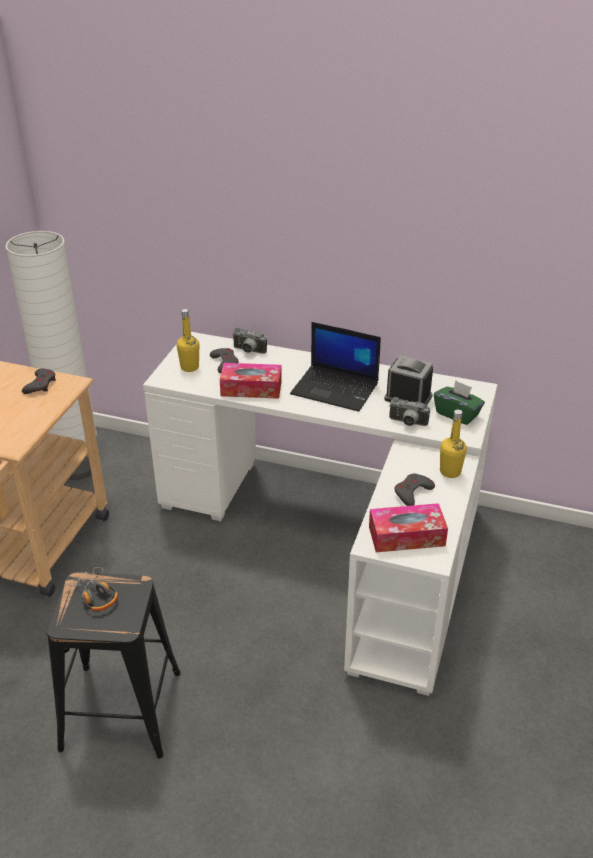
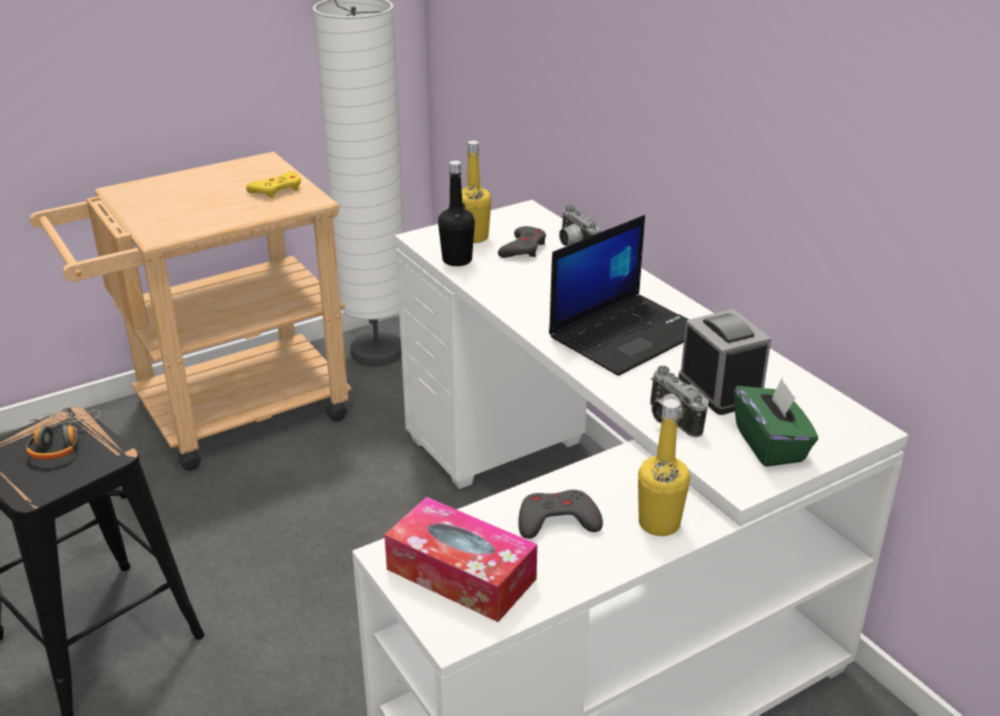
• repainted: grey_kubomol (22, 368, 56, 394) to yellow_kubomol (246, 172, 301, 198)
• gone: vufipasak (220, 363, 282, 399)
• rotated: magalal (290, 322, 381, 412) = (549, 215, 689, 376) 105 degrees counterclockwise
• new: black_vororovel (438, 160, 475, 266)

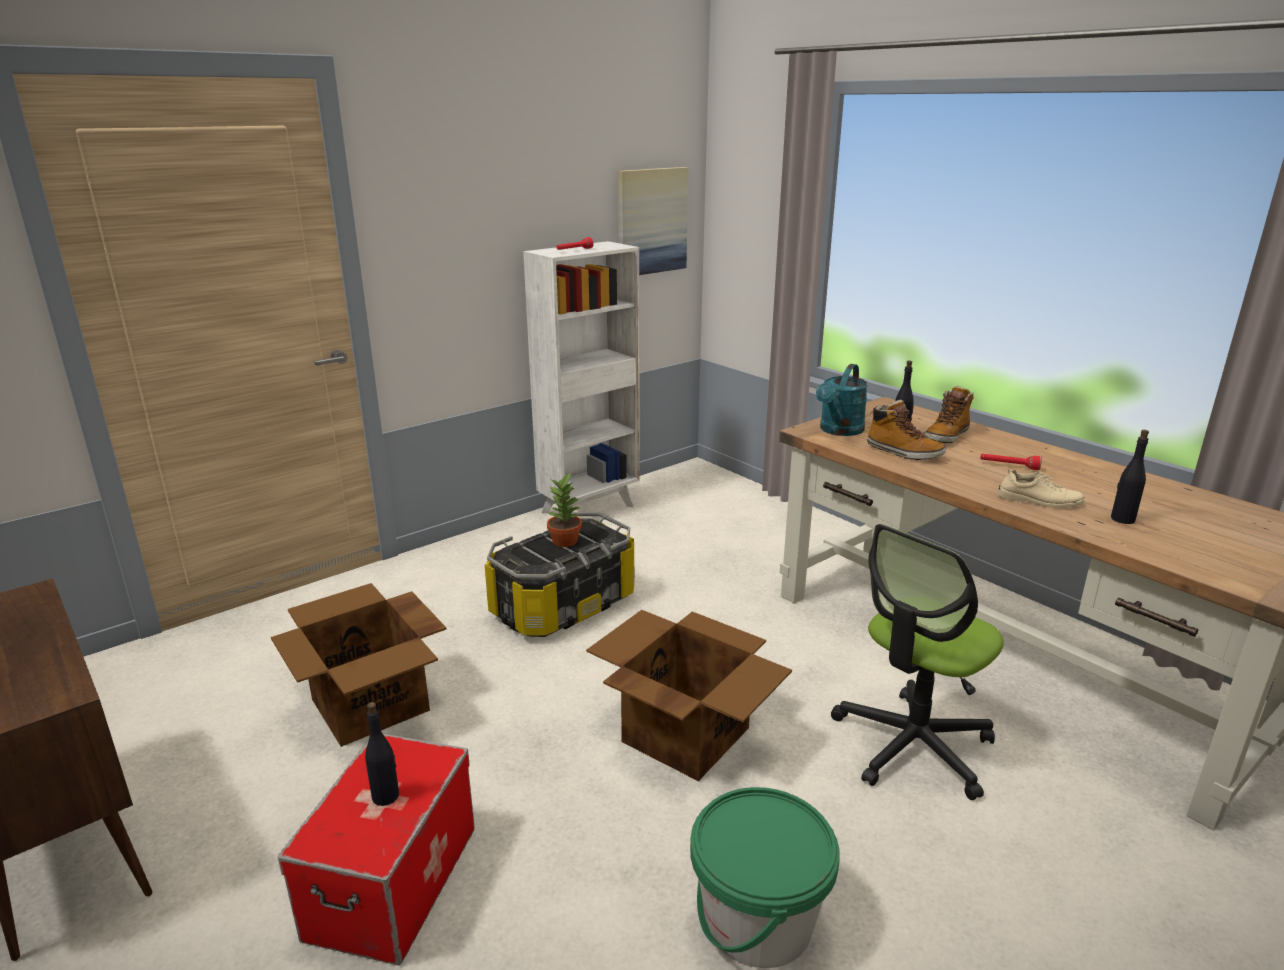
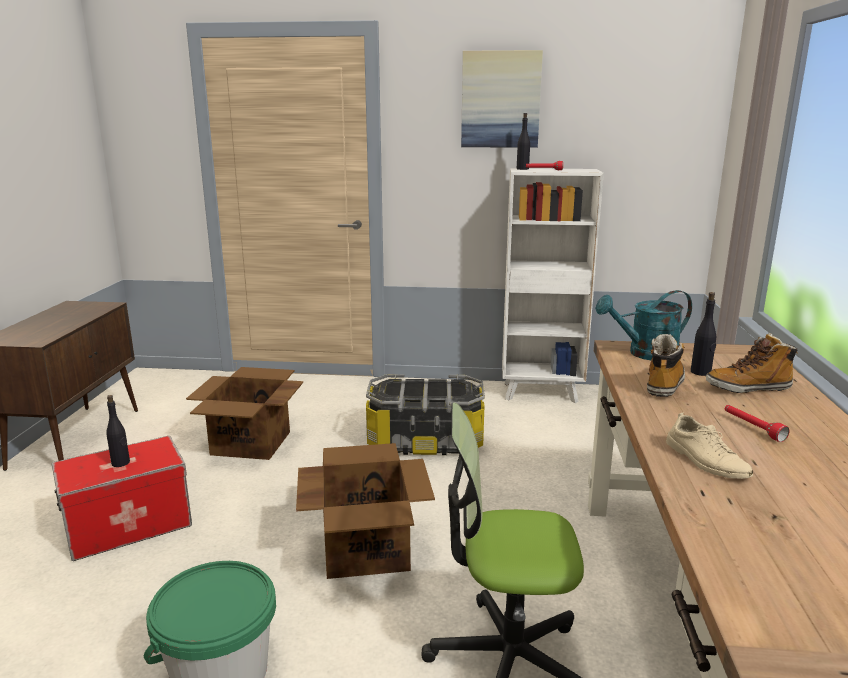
• gone: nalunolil (546, 472, 582, 547)
• shifted: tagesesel (618, 167, 689, 275) to (461, 50, 543, 148)
• rotated: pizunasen (867, 400, 946, 460) = (647, 334, 685, 397) 150 degrees counterclockwise
• shifted: black_vororovel (1111, 430, 1149, 524) to (517, 113, 530, 170)

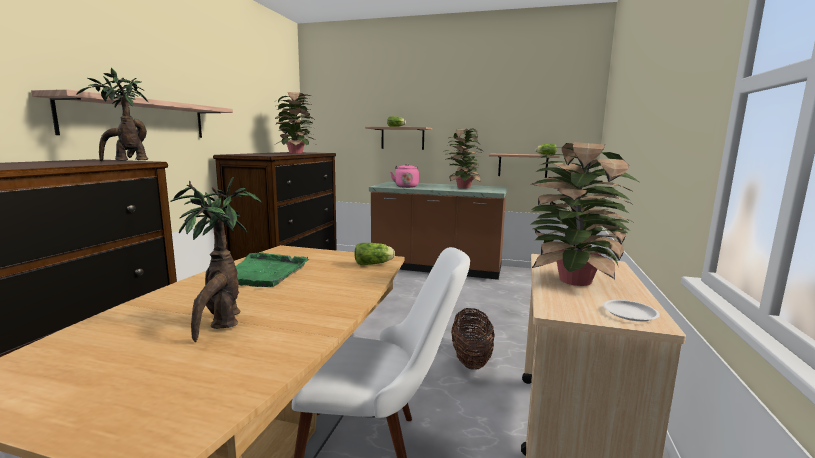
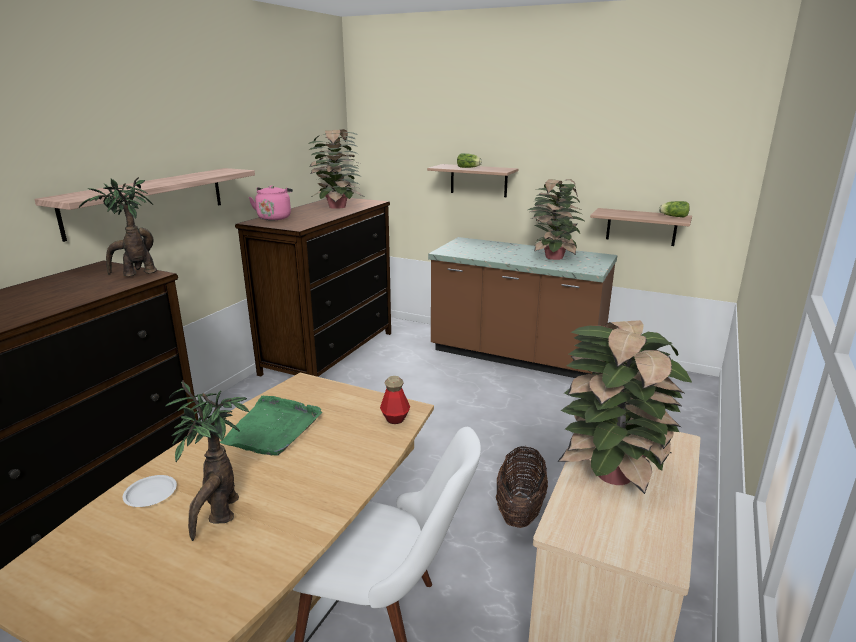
• swapped: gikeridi (354, 243, 395, 265) to vororovel (380, 376, 410, 424)
• shifted: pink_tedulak (390, 164, 419, 188) to (249, 185, 293, 220)
• shifted: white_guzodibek (603, 300, 660, 321) to (123, 475, 177, 507)

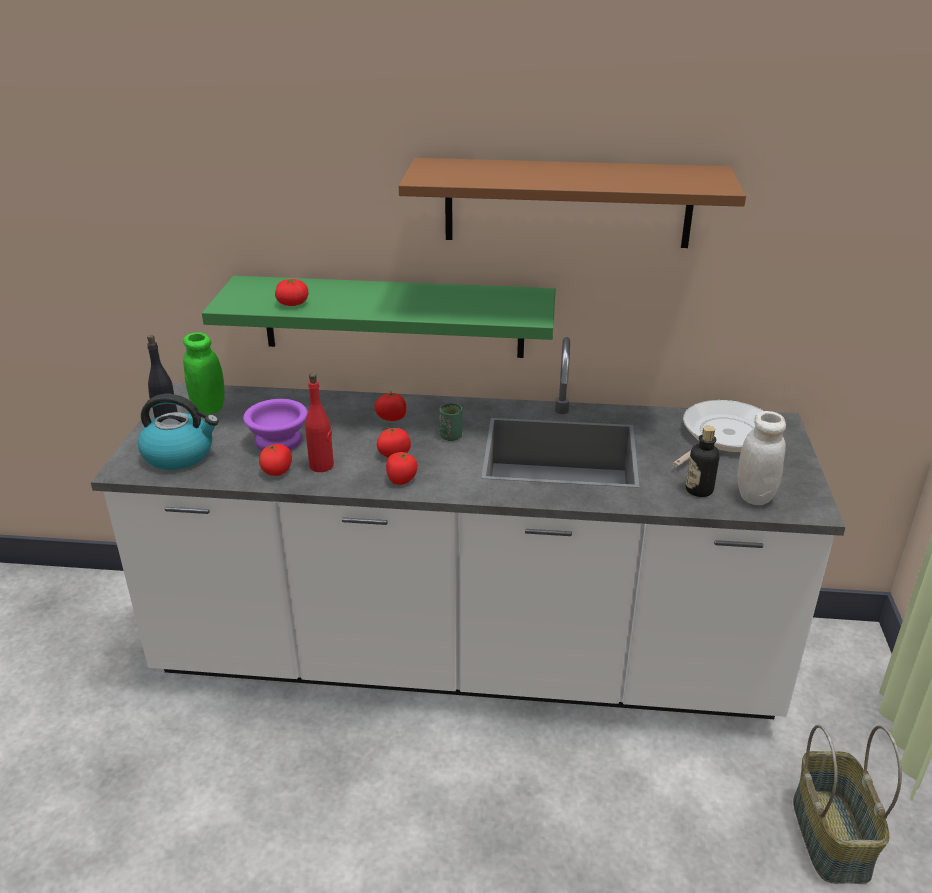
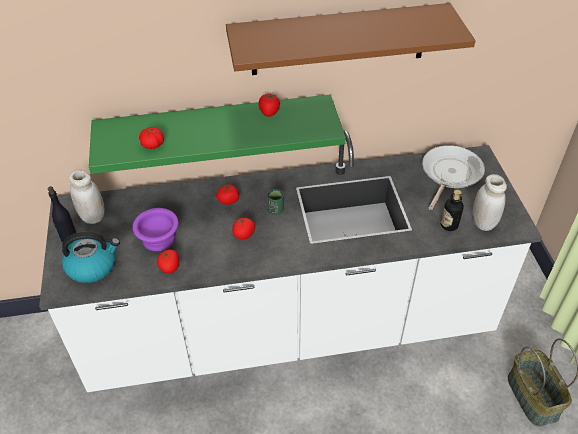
• repainted: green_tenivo (183, 332, 225, 414) to white_tenivo (68, 169, 105, 224)
• gone: red_vororovel (305, 373, 334, 472)
• shifted: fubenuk (386, 451, 418, 485) to (259, 94, 280, 117)

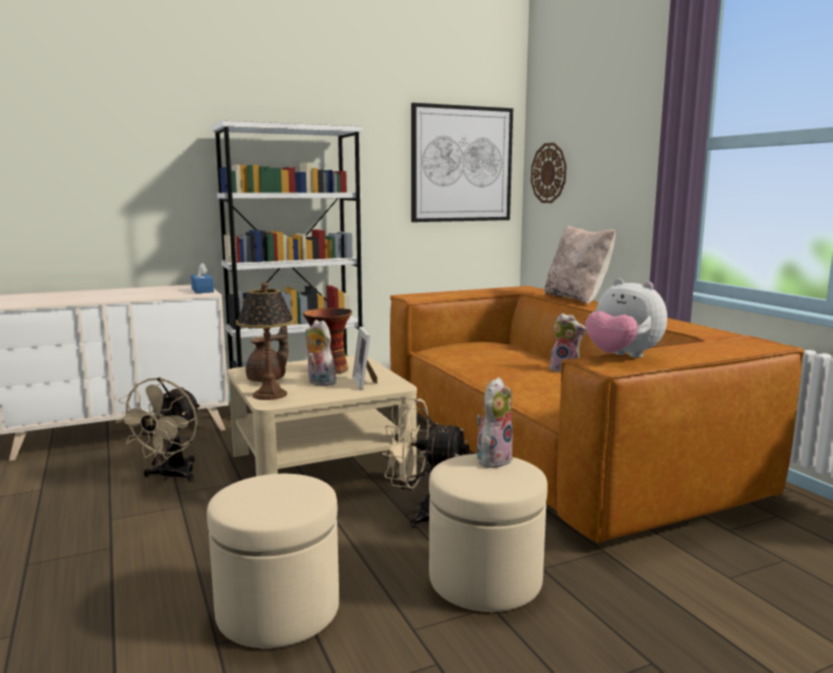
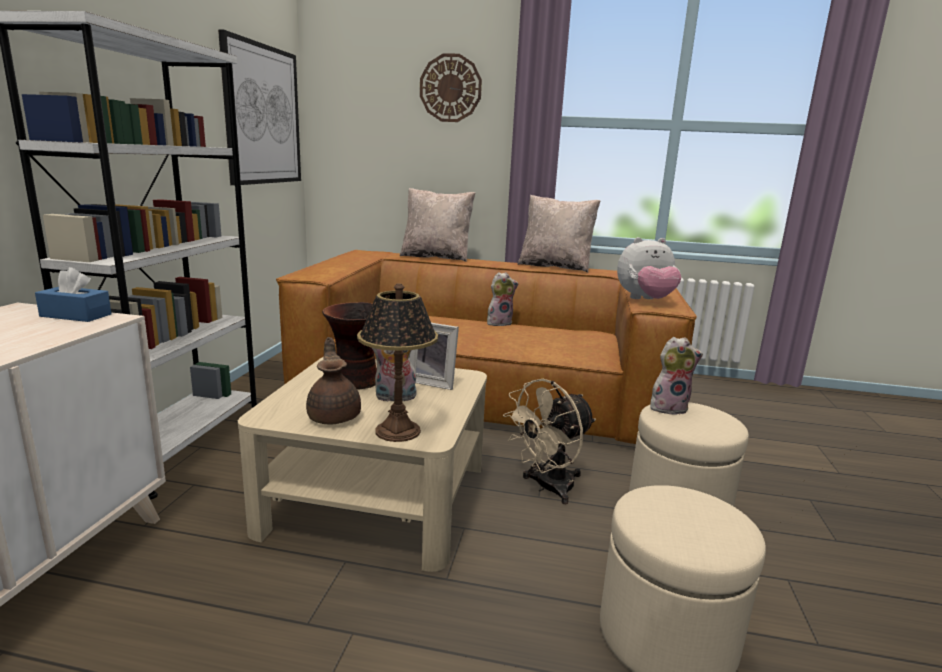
• gone: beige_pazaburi (116, 378, 200, 482)
• rotated: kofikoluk (476, 377, 513, 468) = (650, 337, 703, 415) 105 degrees clockwise
• shifted: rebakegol (531, 142, 567, 203) to (420, 53, 482, 122)
• new: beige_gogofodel (517, 195, 600, 273)

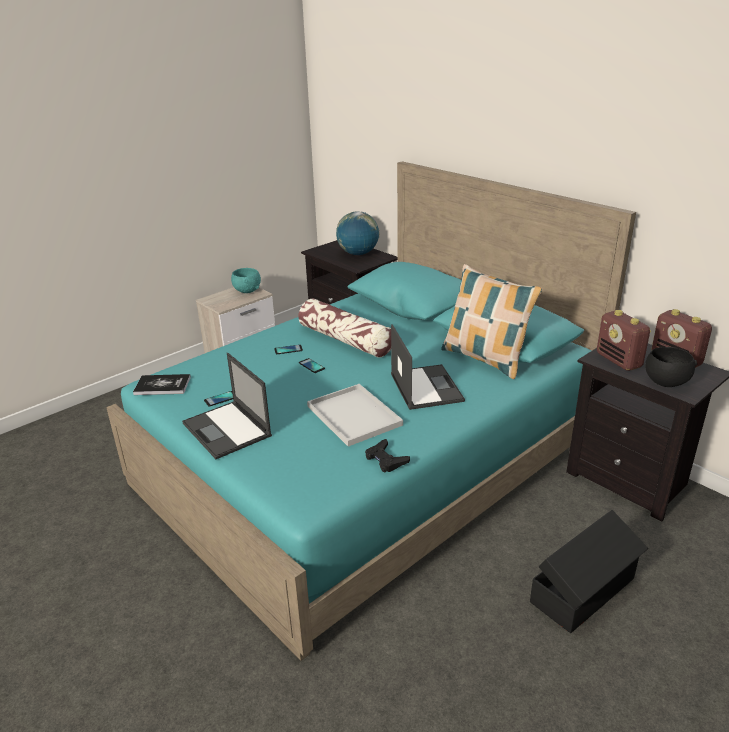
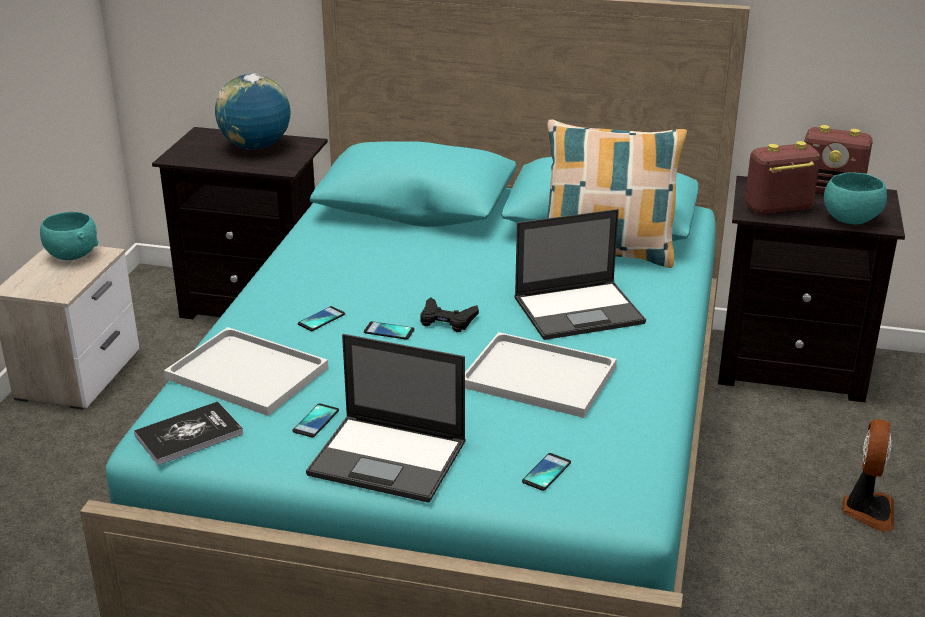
• gone: gogofodel (298, 299, 391, 358)
• shifted: black_kubomol (365, 439, 410, 473) to (420, 297, 479, 332)
• rotated: magalal (391, 324, 465, 410) = (514, 209, 646, 340) 120 degrees clockwise
• swapped: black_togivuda (530, 510, 648, 633) to pazaburi (842, 419, 894, 532)
• rotated: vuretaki (597, 310, 651, 371) = (745, 141, 820, 215) 135 degrees clockwise
• repainted: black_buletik (645, 347, 697, 387) to turquoise_buletik (824, 172, 887, 224)
• new: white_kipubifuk (164, 327, 328, 416)
• new: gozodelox (522, 453, 571, 491)

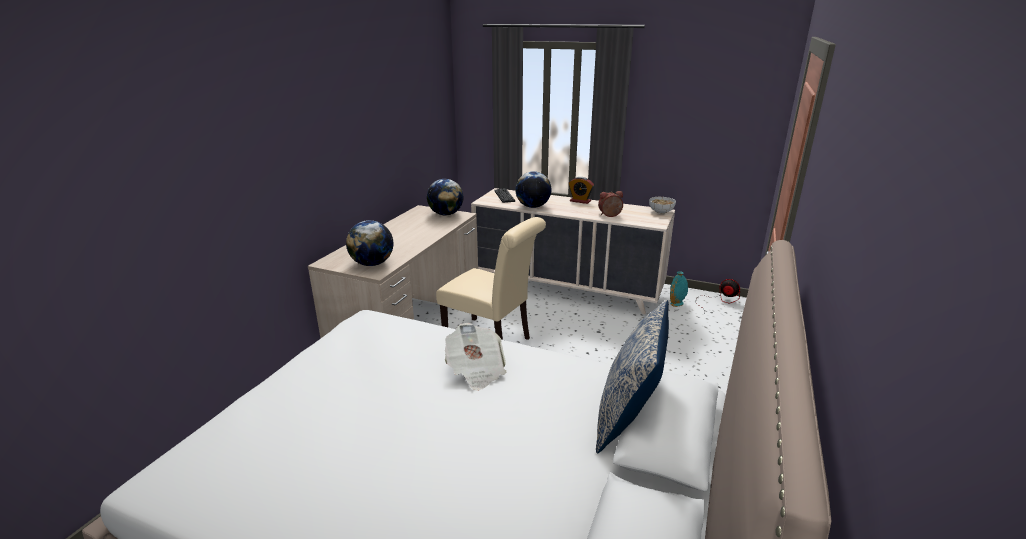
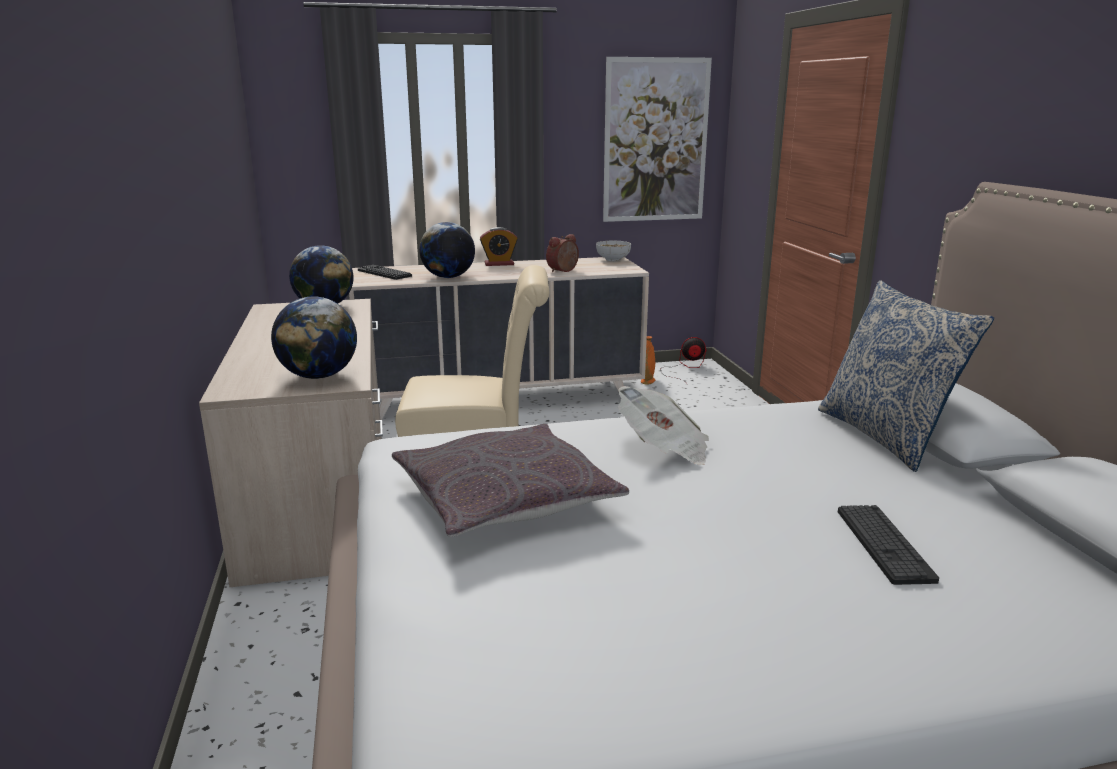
• repainted: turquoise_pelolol (670, 271, 688, 307) to orange_pelolol (641, 336, 655, 385)
• new: grey_gogofodel (392, 424, 629, 537)
• new: tagesesel (603, 57, 712, 222)
• new: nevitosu (838, 505, 939, 585)

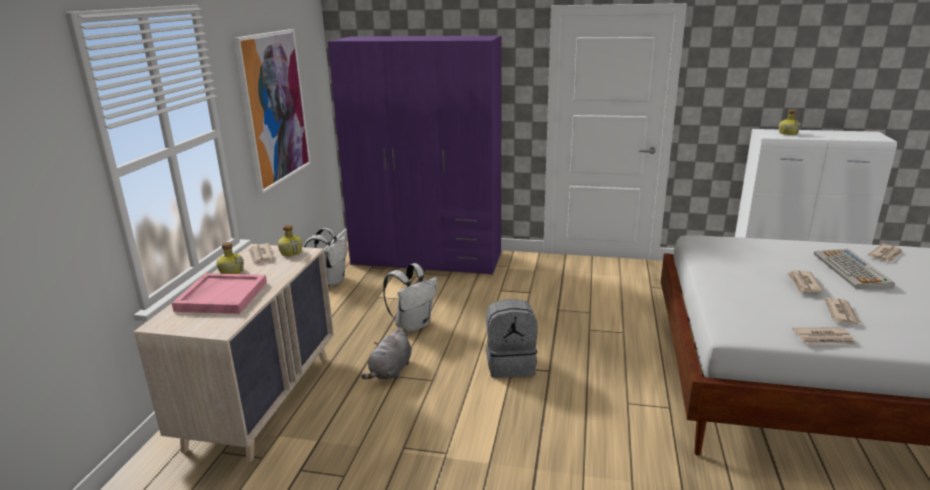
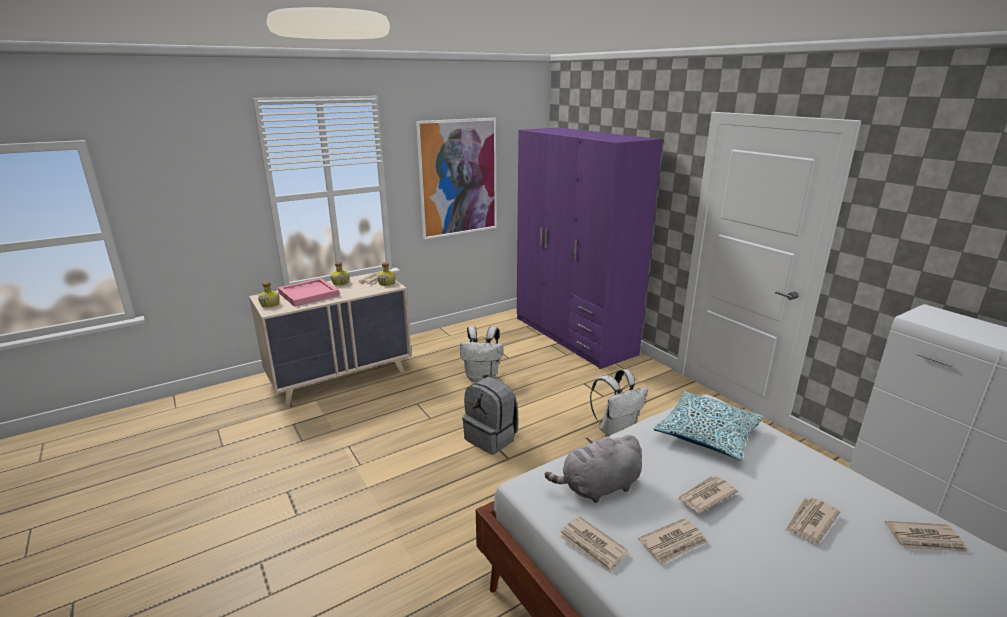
• shifted: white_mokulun (304, 228, 347, 286) to (590, 369, 648, 436)
• shifted: grey_kofikoluk (361, 328, 411, 379) to (545, 435, 642, 503)
• shifted: vororovel (779, 109, 801, 135) to (258, 281, 280, 308)
• swapped: nevitosu (814, 249, 895, 288) to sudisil (785, 498, 841, 543)
• new: gogofodel (654, 391, 763, 461)

